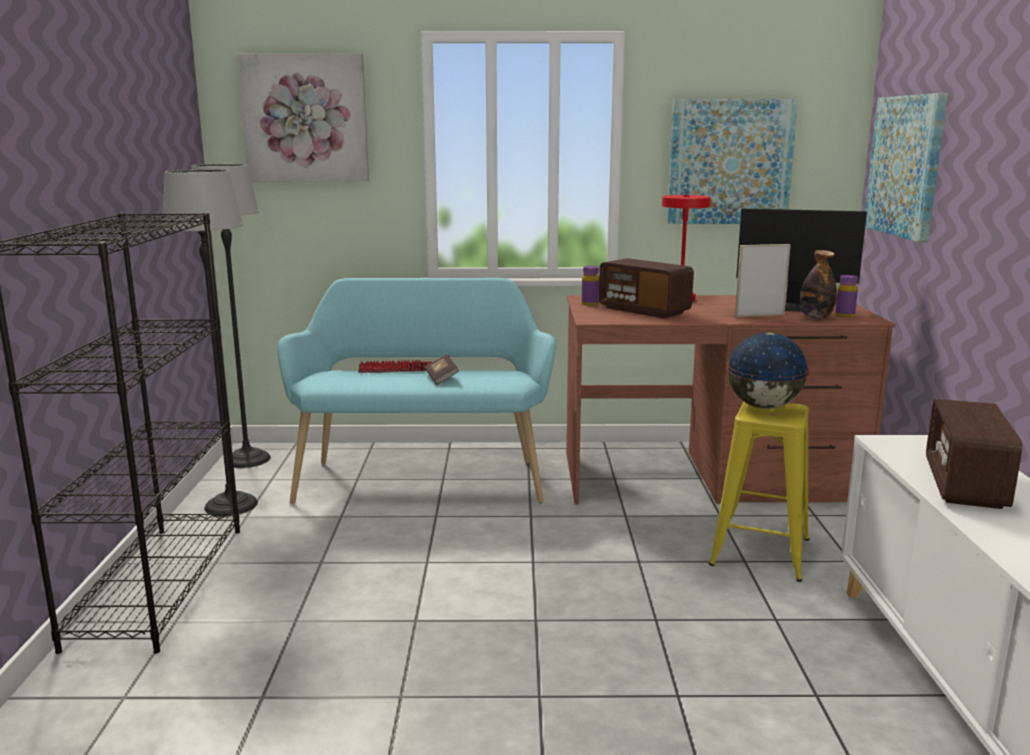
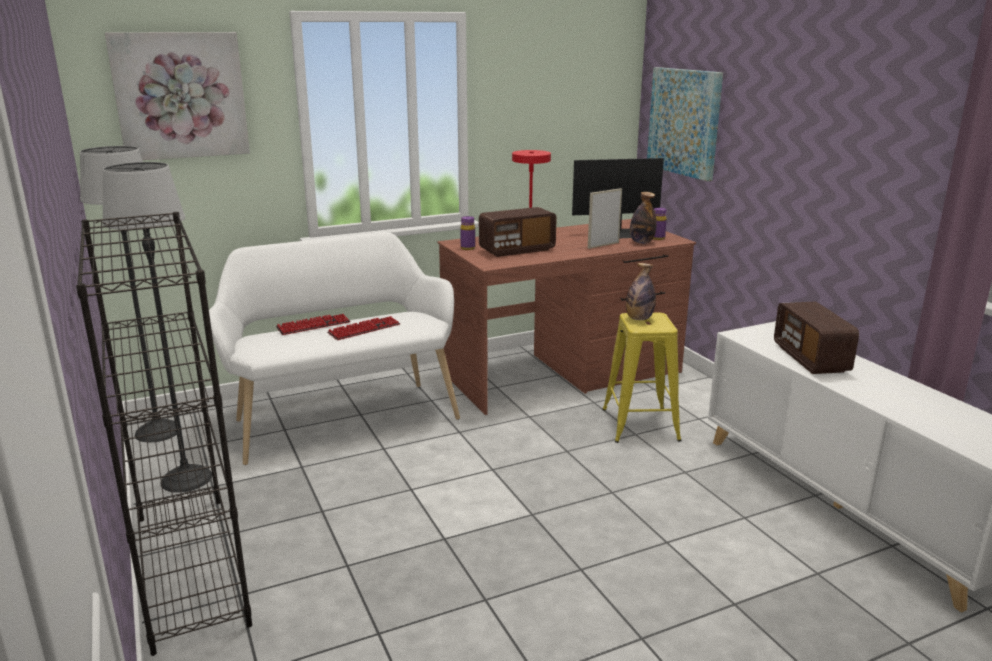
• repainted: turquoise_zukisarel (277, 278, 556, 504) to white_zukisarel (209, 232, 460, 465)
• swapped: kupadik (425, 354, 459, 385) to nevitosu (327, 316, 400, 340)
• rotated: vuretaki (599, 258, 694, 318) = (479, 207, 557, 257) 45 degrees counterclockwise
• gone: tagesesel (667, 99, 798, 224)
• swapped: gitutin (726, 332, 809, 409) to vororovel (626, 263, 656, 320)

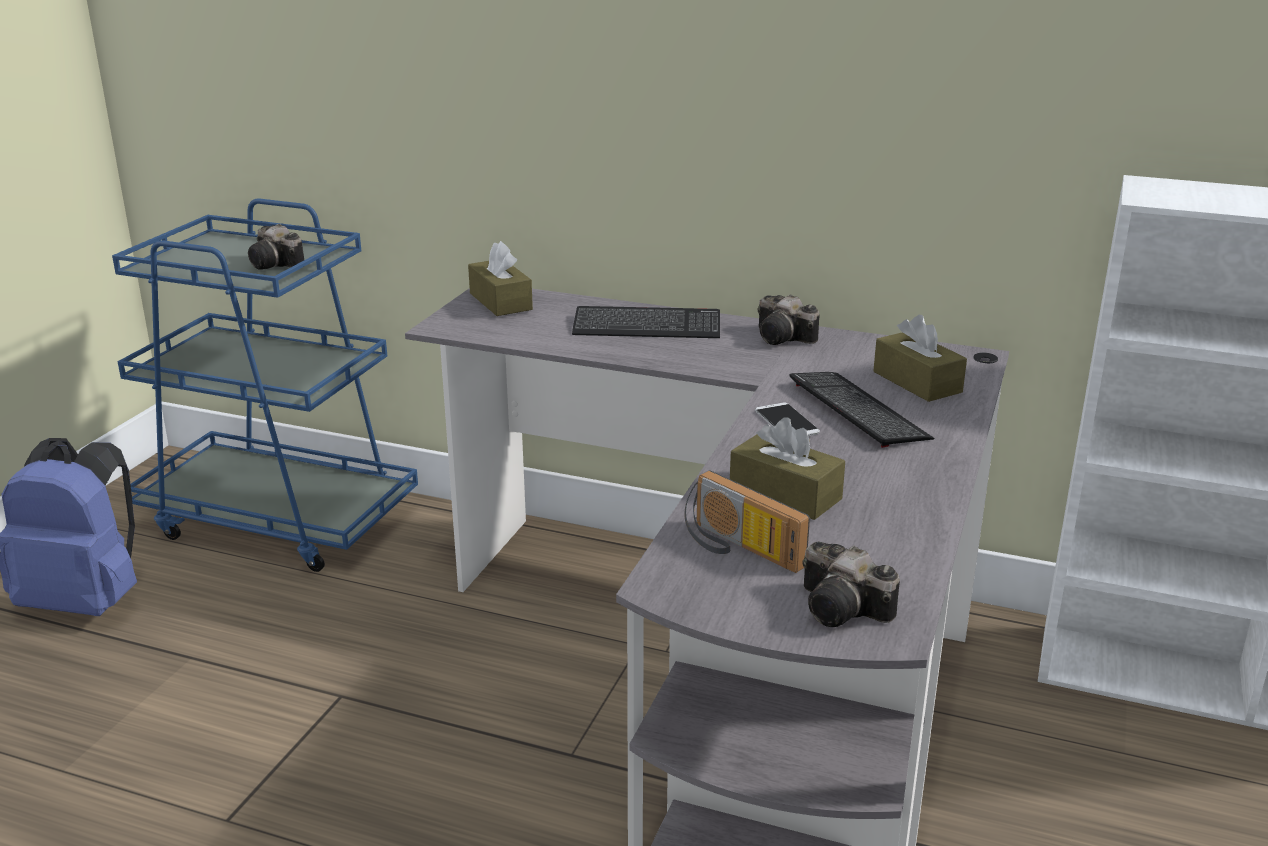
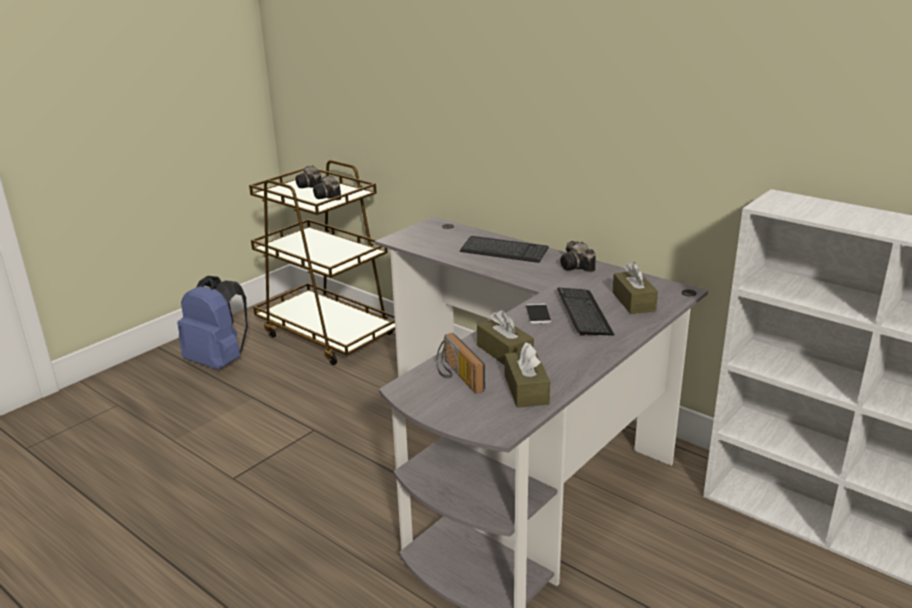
• repainted: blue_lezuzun (112, 198, 418, 572) to brown_lezuzun (249, 160, 395, 365)
• shifted: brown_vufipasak (468, 241, 533, 316) to (505, 342, 550, 408)
• shifted: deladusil (802, 542, 900, 627) to (295, 166, 322, 188)

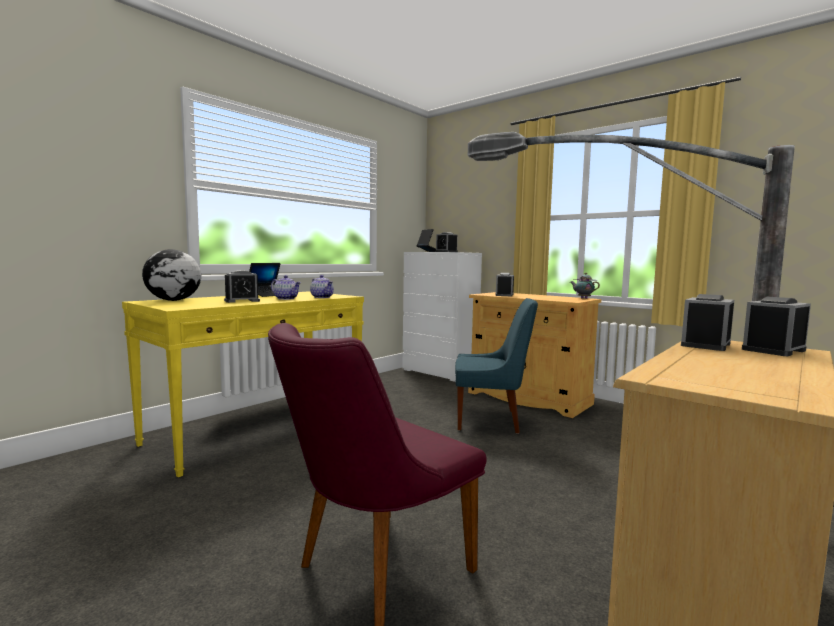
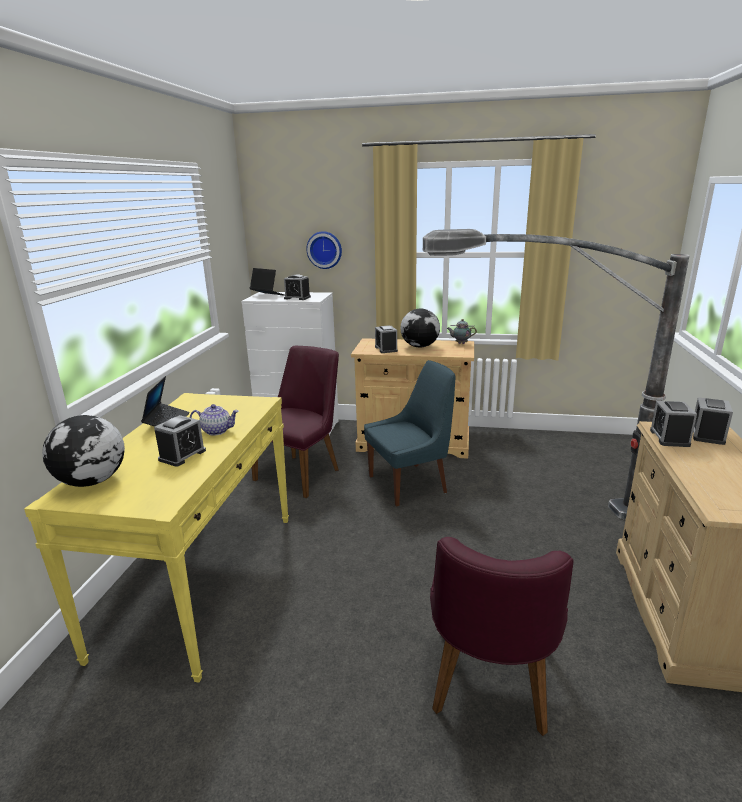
• gone: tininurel (310, 275, 334, 298)
• new: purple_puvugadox (251, 346, 339, 498)
• new: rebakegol (306, 231, 342, 269)
• new: gitutin (400, 308, 440, 347)

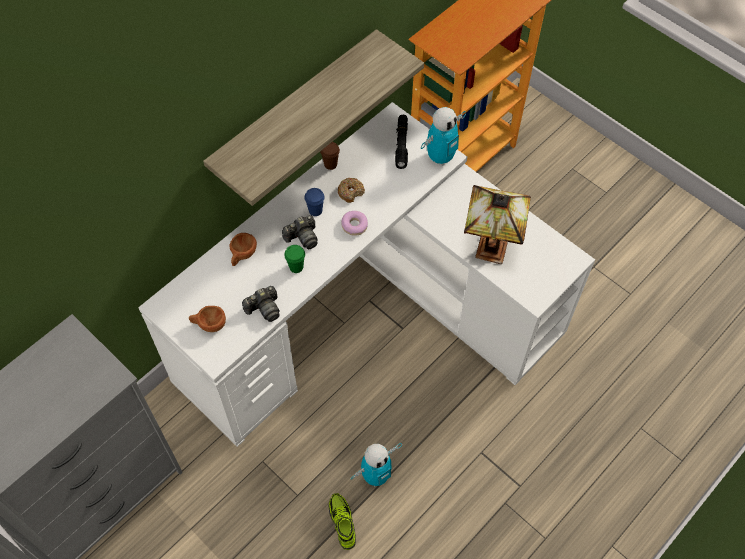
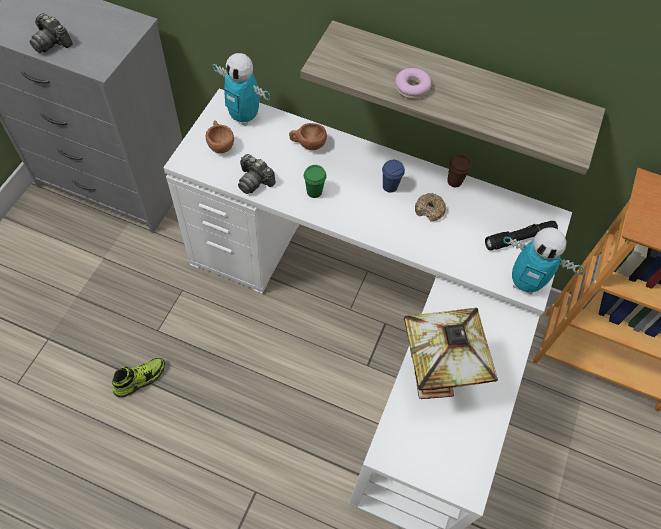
• shifted: deladusil (282, 215, 318, 249) to (29, 13, 73, 53)
• shifted: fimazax (341, 211, 368, 236) to (395, 68, 431, 99)
• shifted: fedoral (351, 443, 402, 487) to (212, 53, 270, 126)

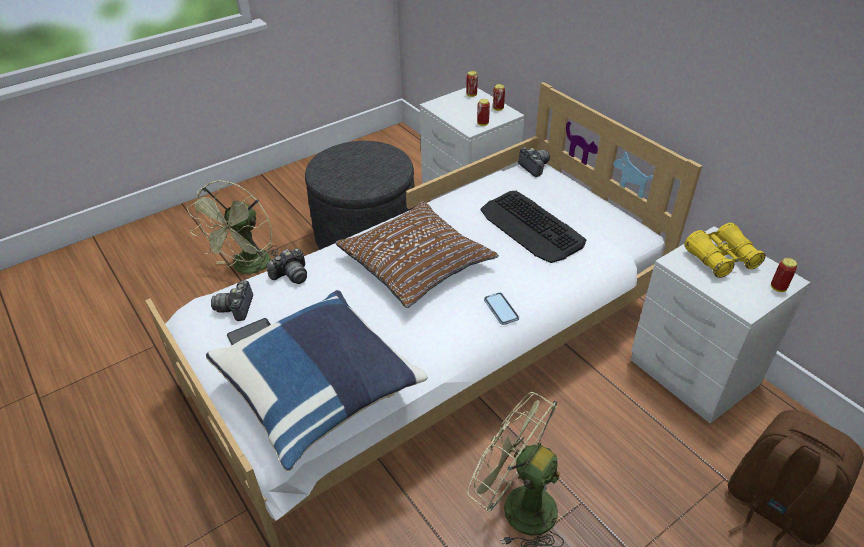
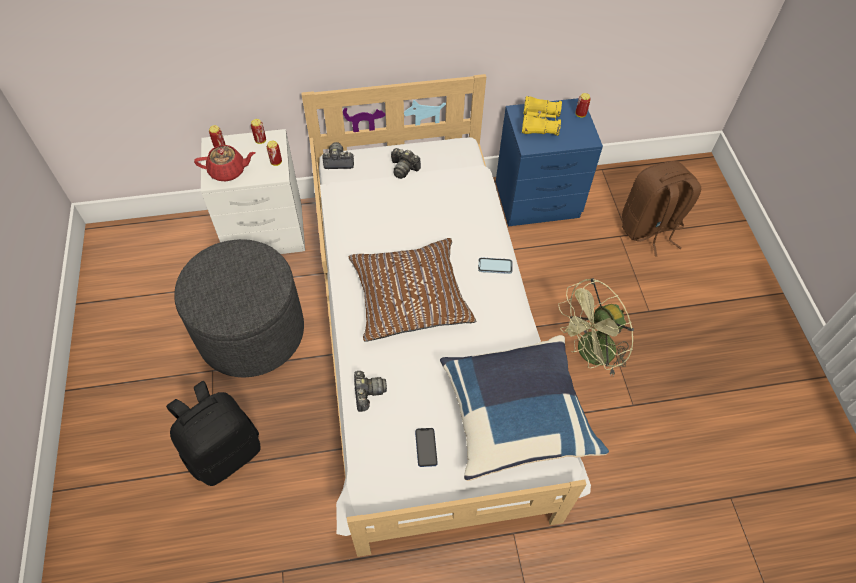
• swapped: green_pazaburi (187, 180, 278, 274) to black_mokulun (166, 381, 261, 486)
• shifted: deladusil (211, 280, 253, 321) to (391, 148, 421, 179)
• gone: nevitosu (480, 191, 586, 263)
• repainted: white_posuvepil (631, 226, 810, 424) to blue_posuvepil (496, 98, 603, 226)
• new: red_tininurel (194, 145, 256, 181)

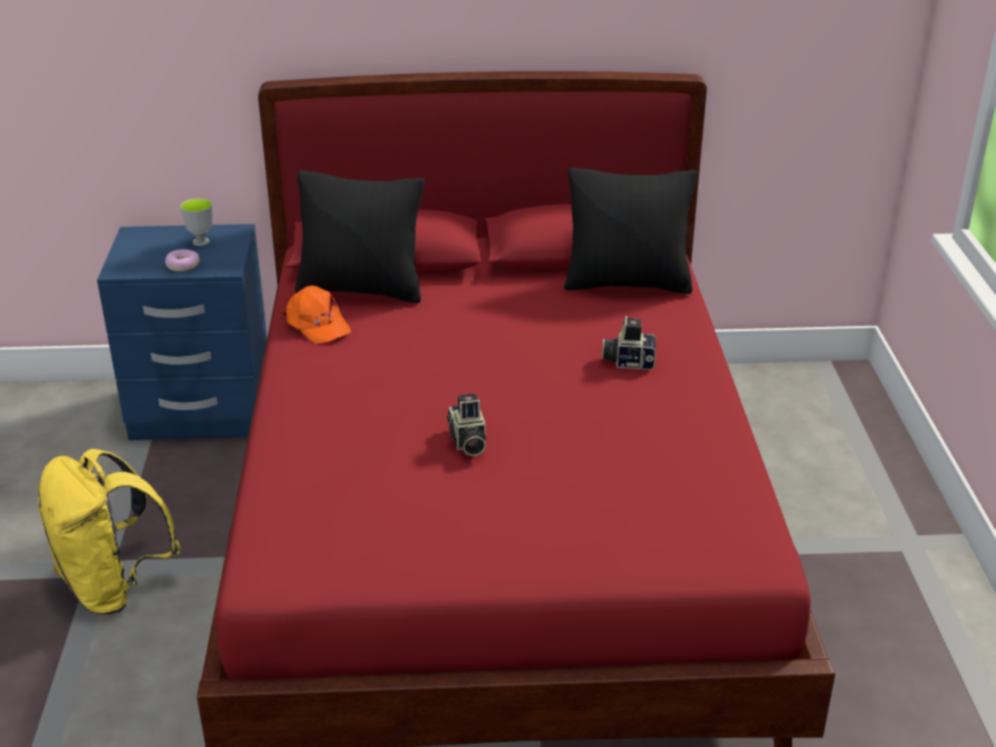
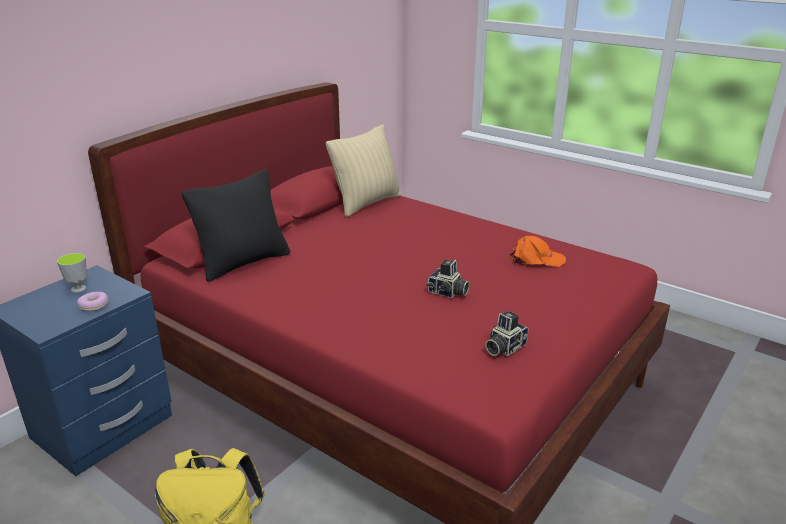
• shifted: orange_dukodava (282, 286, 352, 343) to (509, 236, 566, 267)
• repainted: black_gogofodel (564, 168, 698, 294) to beige_gogofodel (326, 125, 401, 217)
• shifted: deladusil (602, 316, 656, 370) to (485, 311, 528, 356)

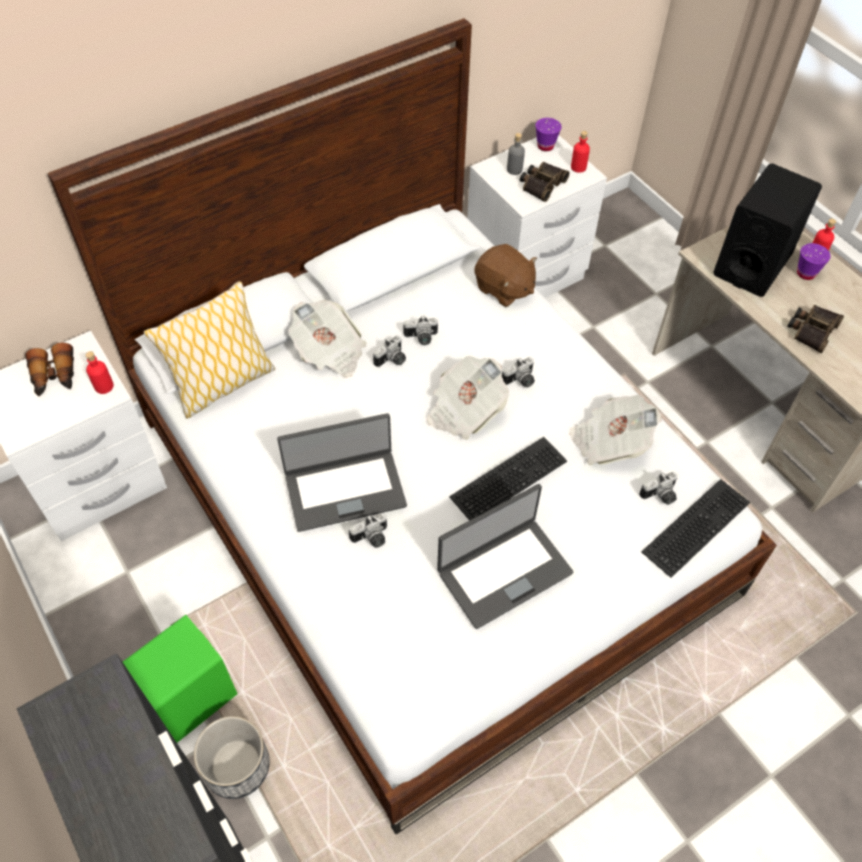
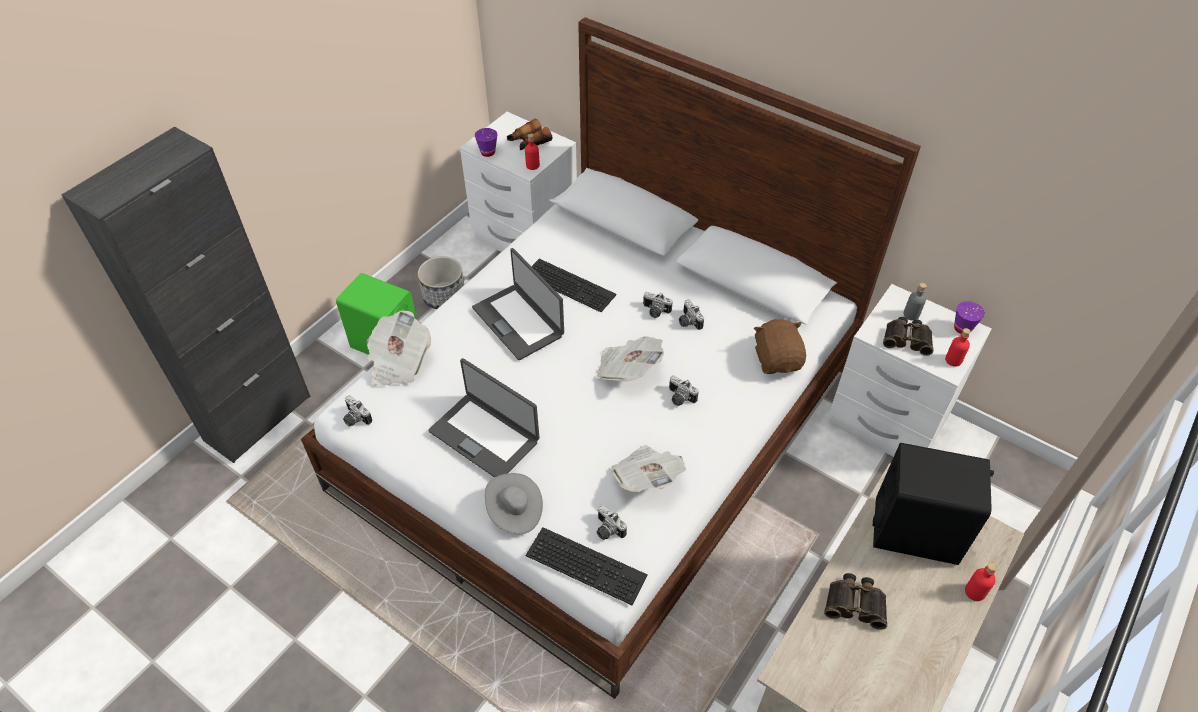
• gone: gogofodel (144, 281, 275, 418)
• shifted: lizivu (194, 716, 270, 799) to (418, 256, 464, 309)
• shifted: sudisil (288, 300, 367, 378) to (367, 310, 431, 386)
• shifted: deladusil (349, 513, 387, 548) to (343, 395, 372, 427)
• shifted: nevitosu (449, 437, 567, 521) to (532, 259, 617, 312)
• rotated: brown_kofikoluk (474, 244, 537, 307) = (754, 319, 806, 374) 150 degrees clockwise
• shifted: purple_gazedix (797, 243, 831, 280) to (475, 128, 497, 157)
• new: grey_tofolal (485, 473, 543, 534)

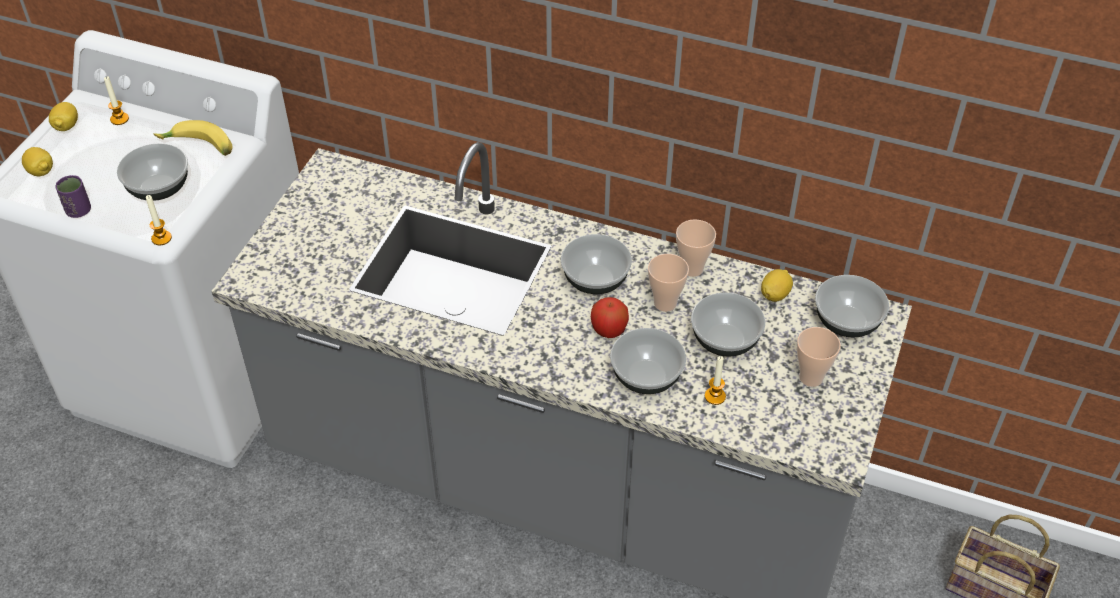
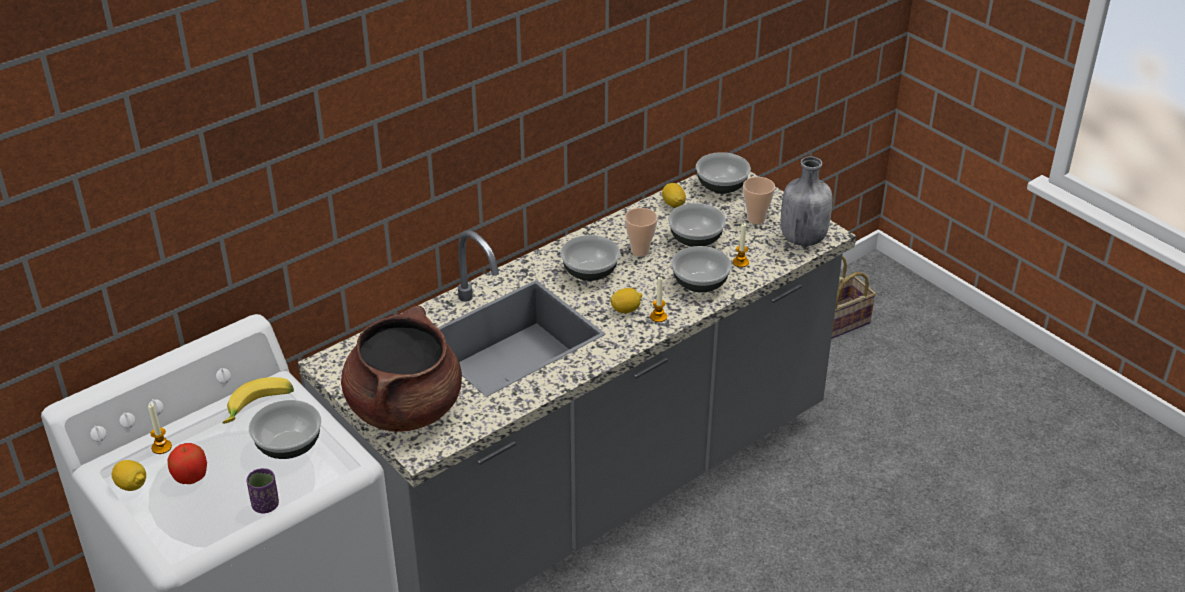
• shifted: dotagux (22, 147, 53, 176) to (610, 288, 642, 313)
• shifted: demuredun (146, 195, 172, 245) to (650, 277, 667, 322)
• shifted: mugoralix (591, 297, 629, 338) to (167, 443, 207, 484)
• gone: gazedix (676, 219, 716, 277)
• new: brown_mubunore (341, 306, 462, 432)
• new: grey_vororovel (781, 156, 832, 246)

